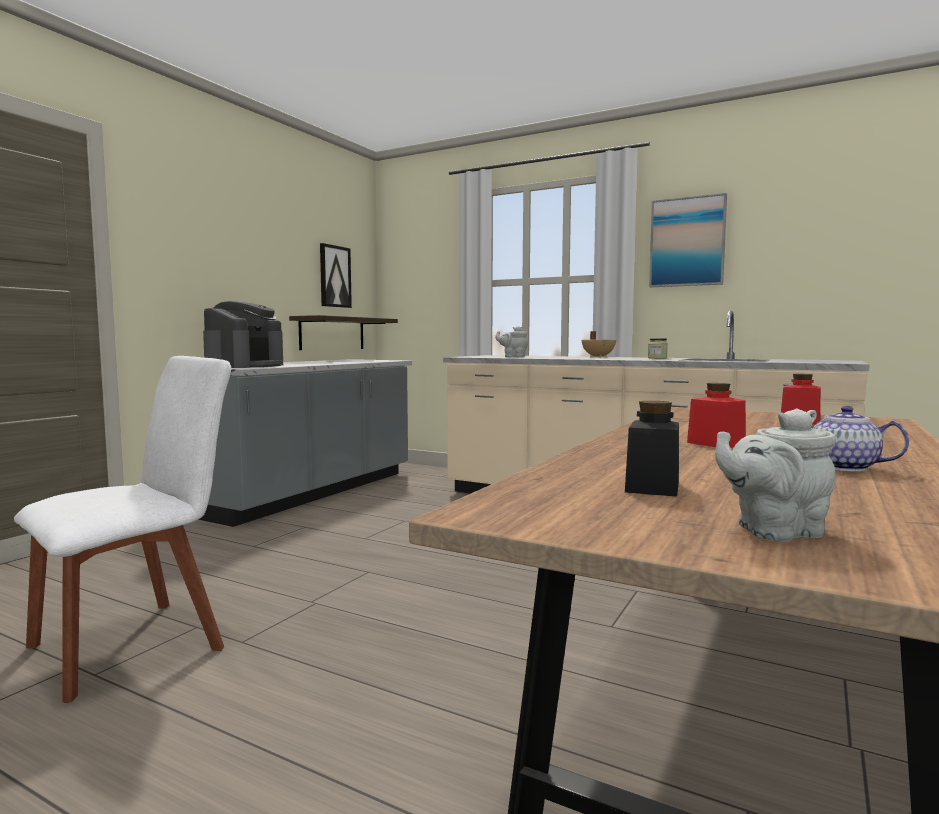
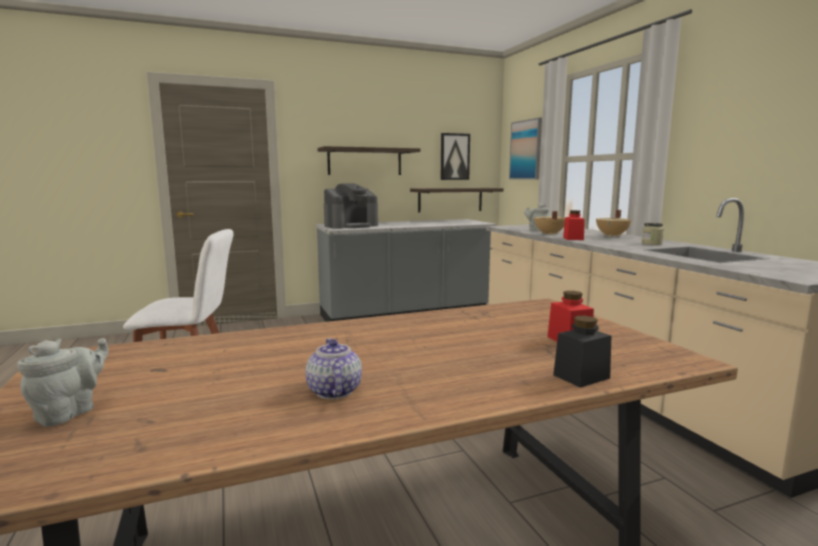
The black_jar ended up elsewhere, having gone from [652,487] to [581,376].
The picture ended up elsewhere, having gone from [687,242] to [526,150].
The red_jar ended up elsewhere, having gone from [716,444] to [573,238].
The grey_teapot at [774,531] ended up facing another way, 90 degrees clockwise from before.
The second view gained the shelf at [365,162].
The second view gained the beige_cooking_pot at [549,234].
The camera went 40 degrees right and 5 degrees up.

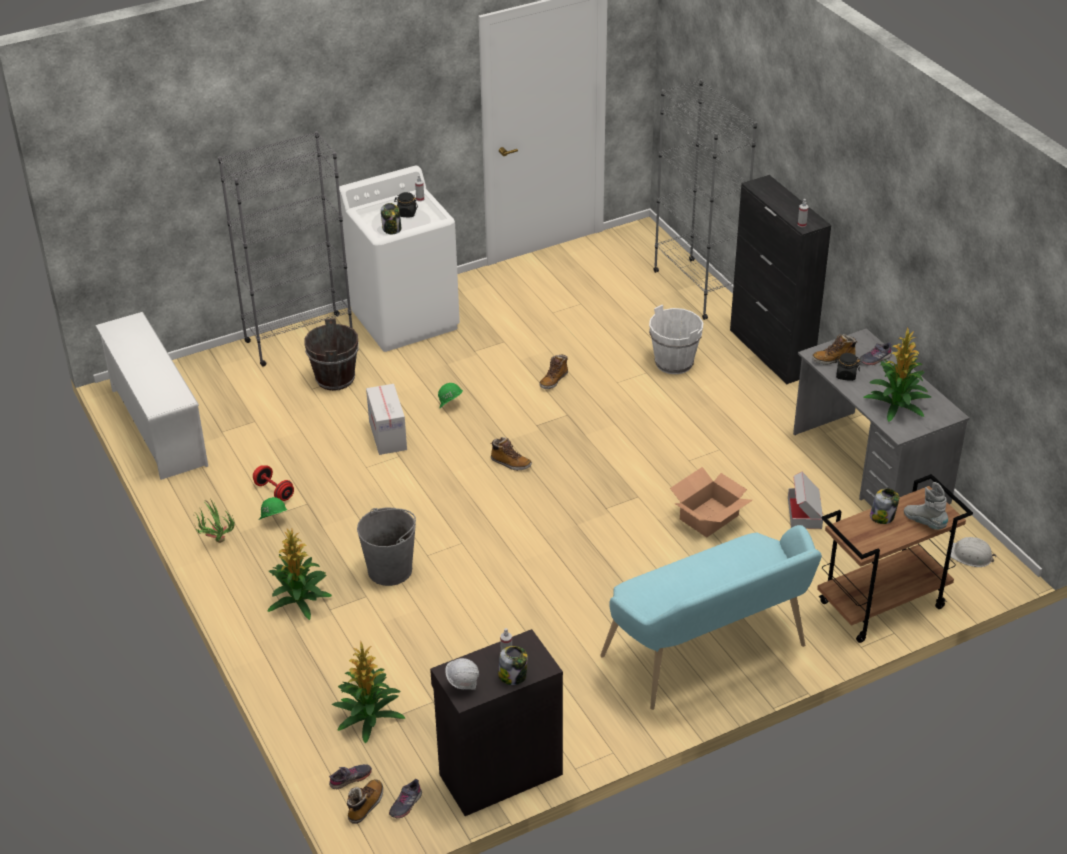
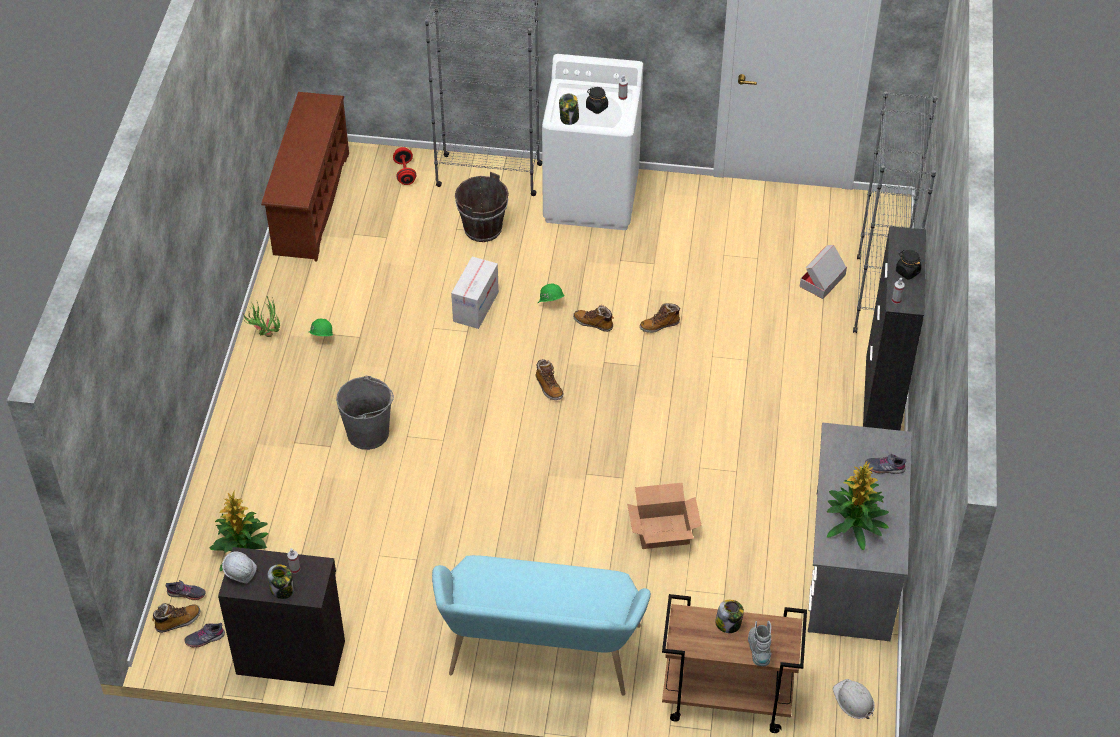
What was the white_shoe_rack at [156,426] turned into the brown_shoe_rack at [310,203].
The red_dumbbell ended up elsewhere, having gone from [274,491] to [405,173].
The second view lost the potted_plant at [300,600].
The second view lost the white_bucket at [674,363].
The cardboard_box ended up elsewhere, having gone from [804,513] to [822,280].
The boot ended up elsewhere, having gone from [833,359] to [593,323].
The black_jar ended up elsewhere, having gone from [845,375] to [907,271].
The camera went 35 degrees right and 10 degrees up.

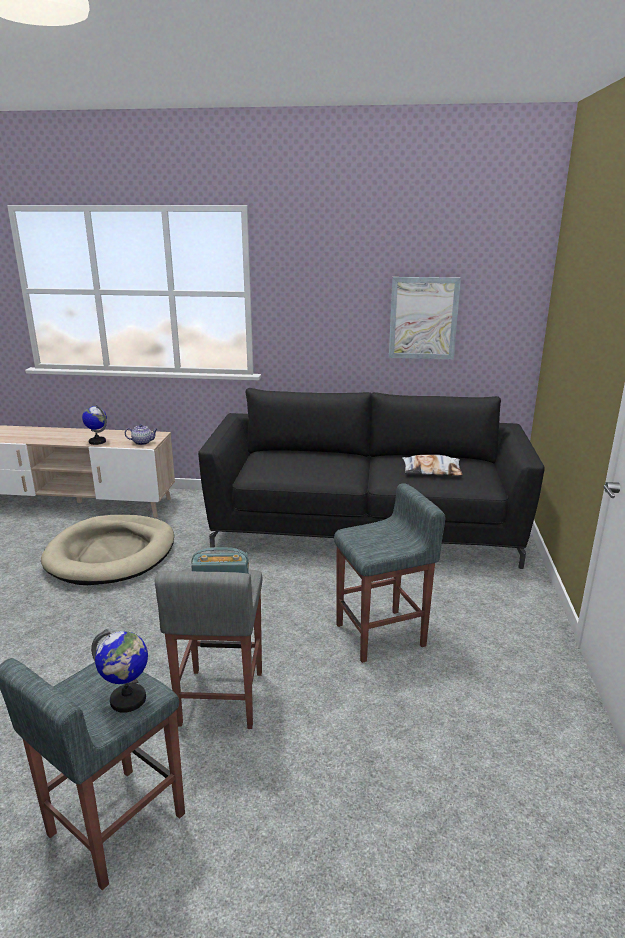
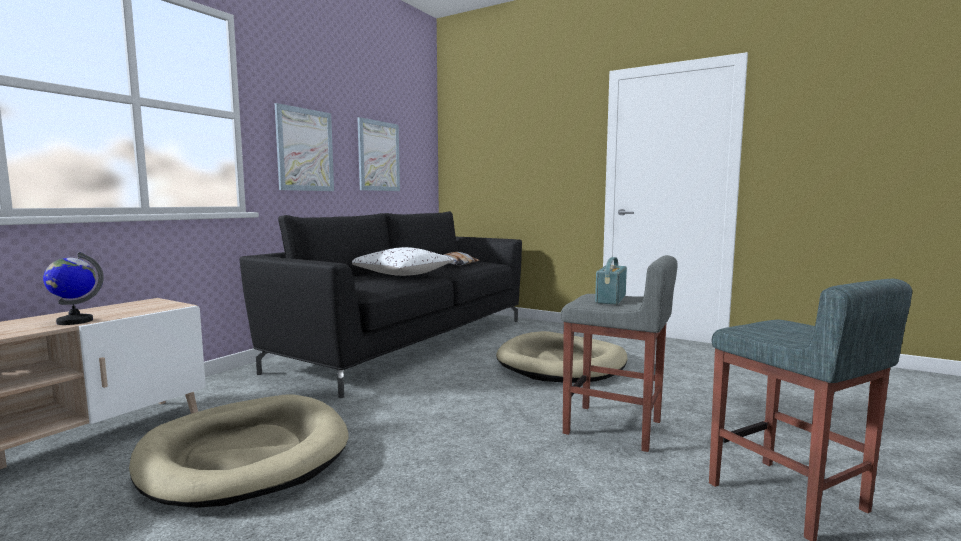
The second view lost the globe at [128,700].
The second view lost the teapot at [143,442].
Where the grey_stool stood at [382,635], the beige_dog_bed came to stand at [562,363].
The second view gained the picture at [305,150].
The second view gained the white_pillow at [402,274].
The camera went 65 degrees left and 15 degrees down.

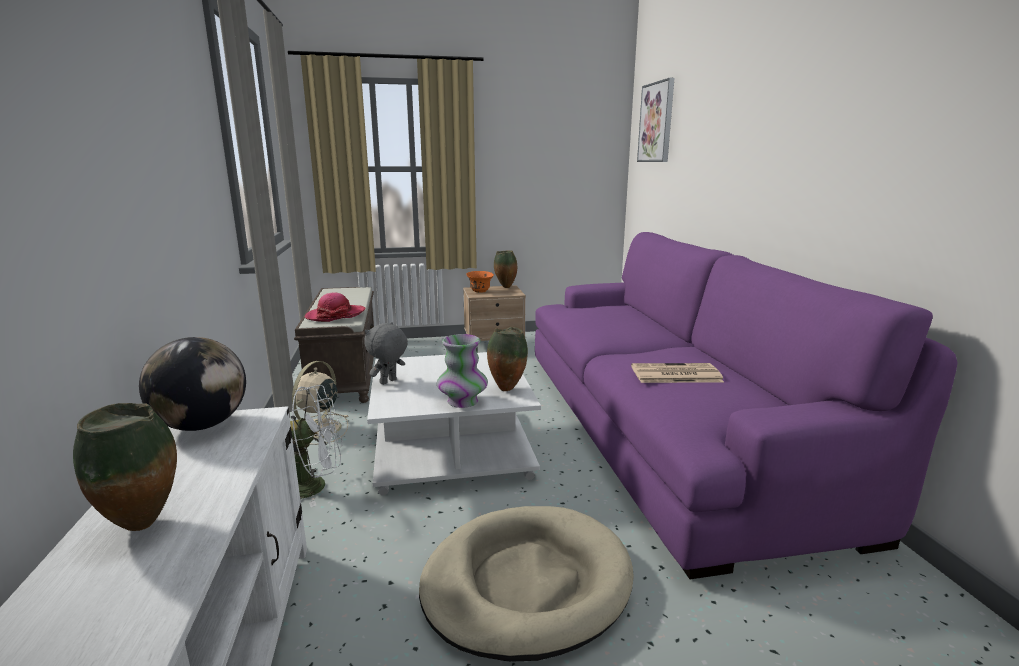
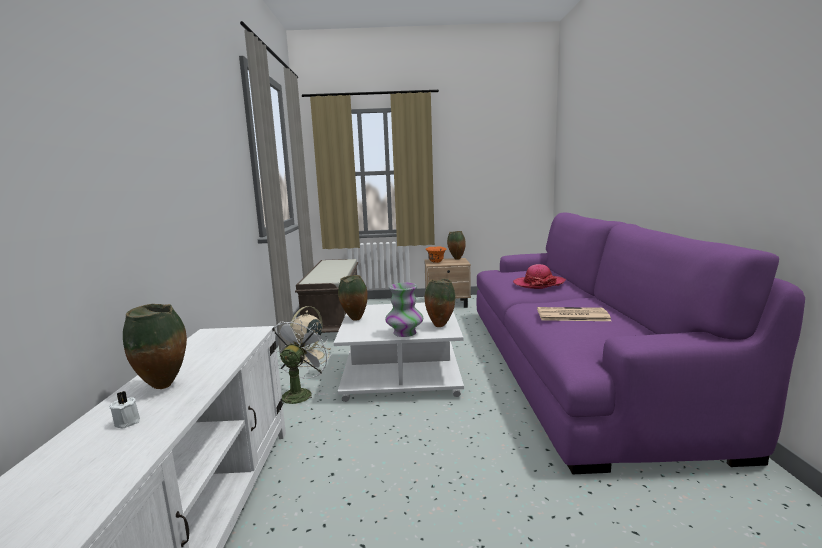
The second view lost the globe at [202,425].
The white_fan at [315,486] ended up facing another way, 75 degrees counterclockwise from before.
The hat ended up elsewhere, having gone from [335,315] to [539,284].
Where the grey_plush_toy stood at [388,382], the vase came to stand at [354,320].
The second view lost the beige_dog_bed at [526,583].
The second view lost the picture at [656,122].
The second view gained the white_candle at [128,421].
The camera went 10 degrees right and 5 degrees down.

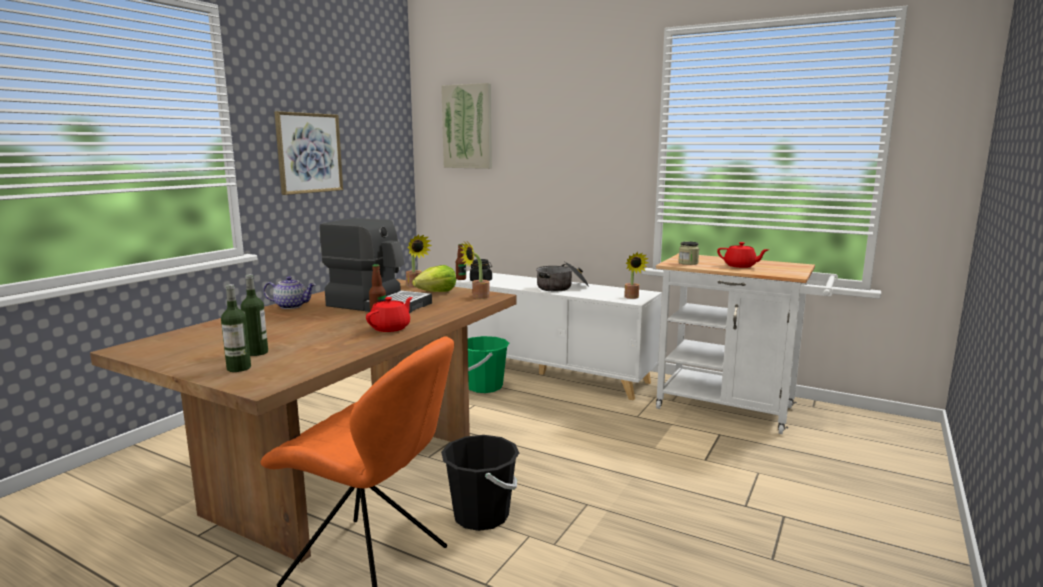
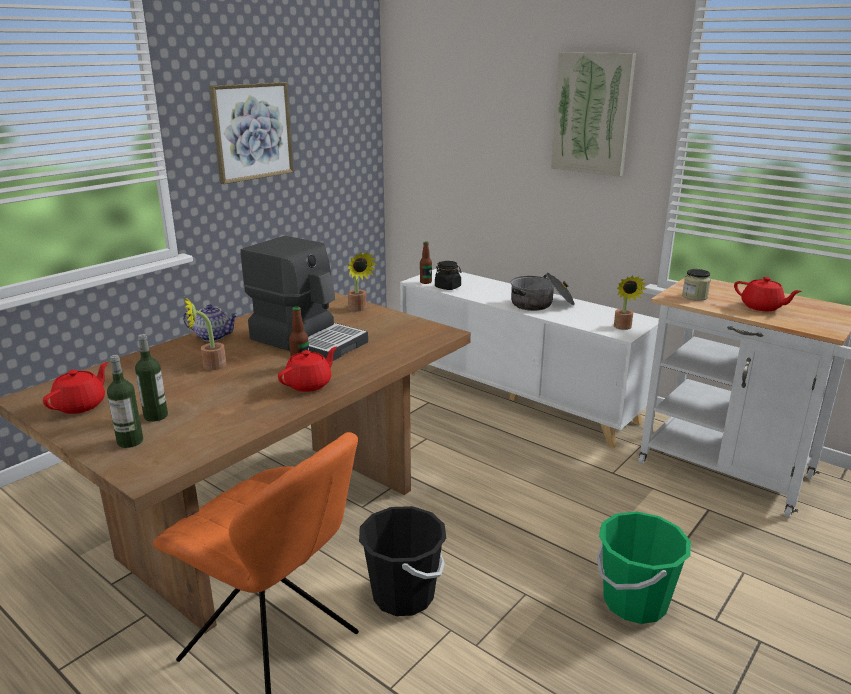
The second view lost the lettuce at [436,292].
The picture ended up elsewhere, having gone from [468,126] to [592,114].
The potted_plant ended up elsewhere, having gone from [477,297] to [209,366].
The green_bucket ended up elsewhere, having gone from [484,387] to [634,602].
The second view gained the red_teapot at [81,405].
The camera went 10 degrees right and 10 degrees up.

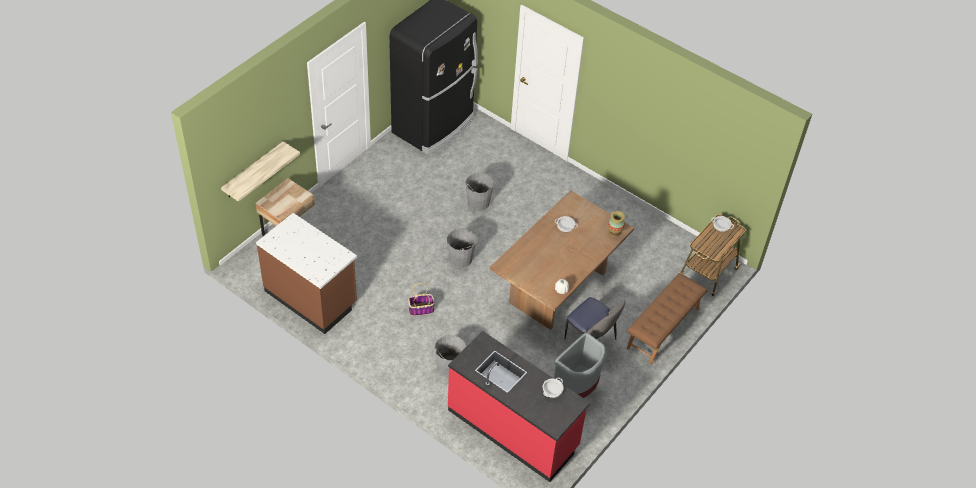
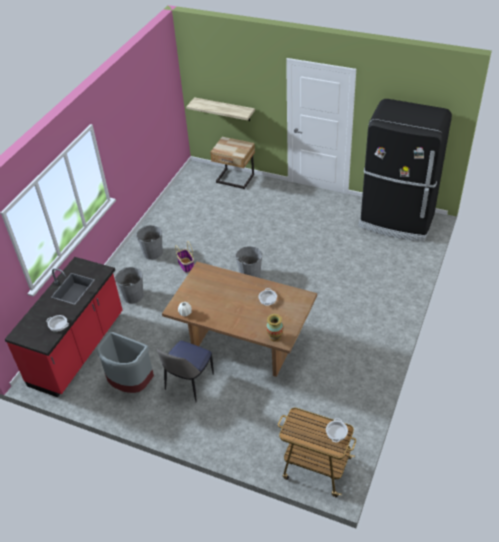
The second view lost the brown_counter at [311,297].
The grey_bucket ended up elsewhere, having gone from [478,202] to [152,253].
The second view lost the brown_bench at [663,329].
The camera went 80 degrees right and 5 degrees down.

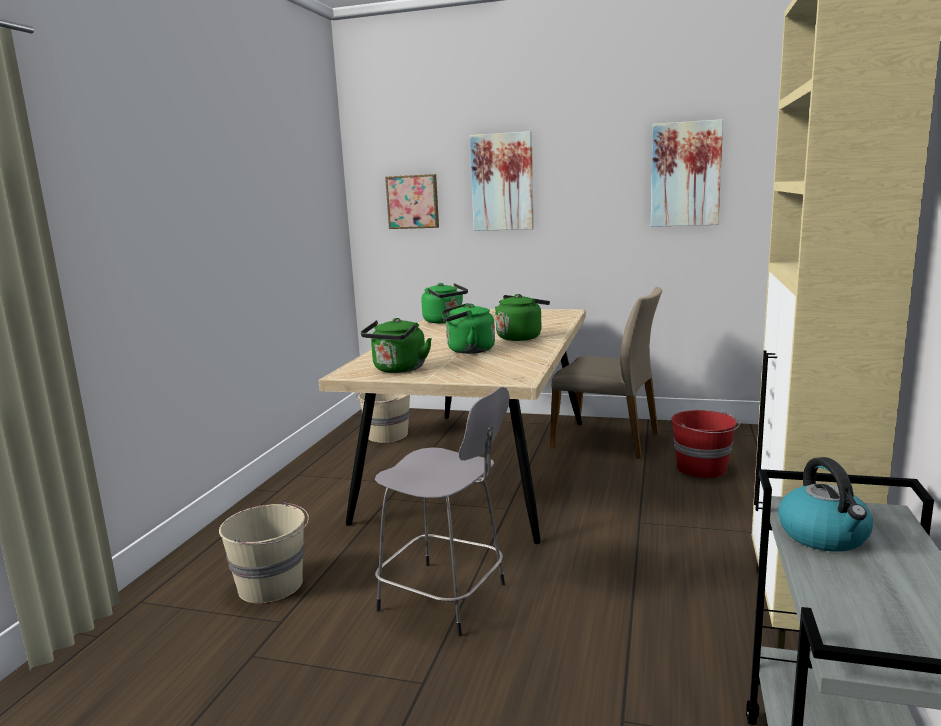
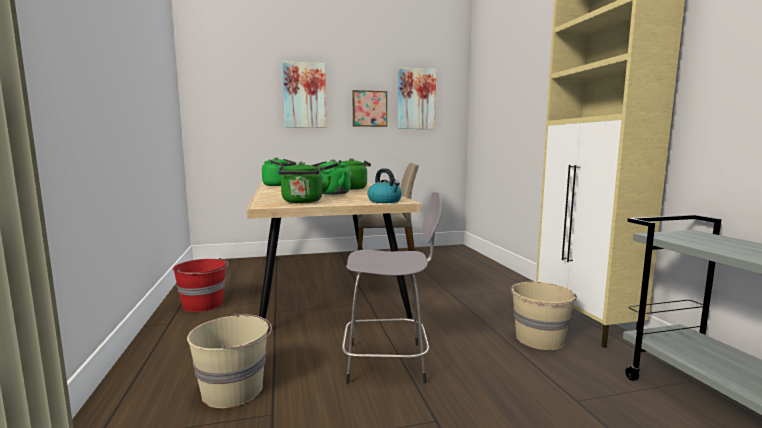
The beige_bucket ended up elsewhere, having gone from [386,436] to [539,339].
The picture ended up elsewhere, having gone from [413,201] to [369,109].
The red_bucket ended up elsewhere, having gone from [702,469] to [203,305].
The kettle ended up elsewhere, having gone from [824,536] to [385,201].
The camera went 30 degrees left and 5 degrees down.

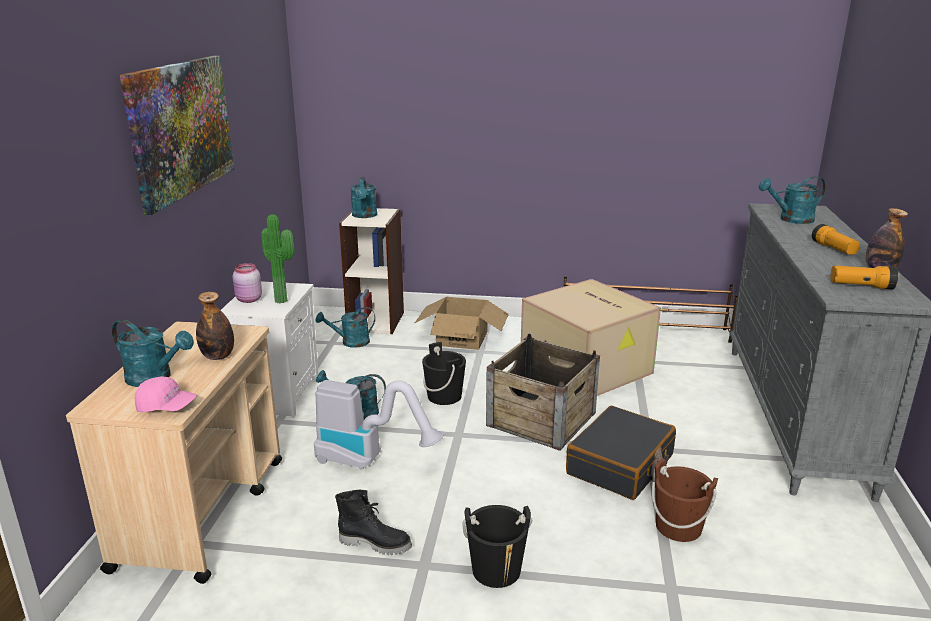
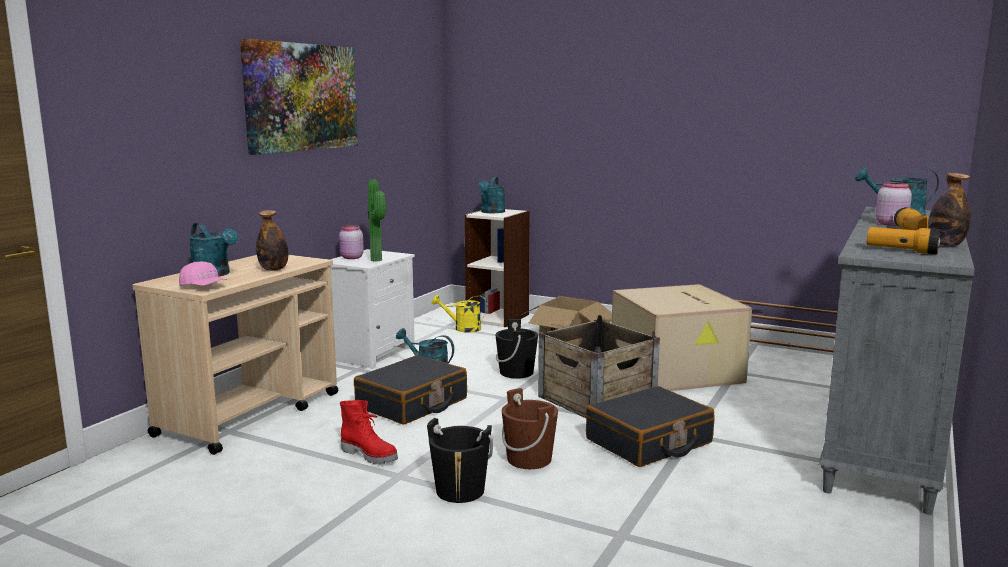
Where the vacuum_cleaner stood at [370,460], the black_suitcase came to stand at [412,403].
What was the turquoise_watering_can at [350,342] turned into the yellow_watering_can at [462,328].
What was the black_boot at [375,543] turned into the red_boot at [370,455].
The brown_bucket ended up elsewhere, having gone from [678,527] to [529,459].
The second view gained the pink_jar at [890,224].
The camera went 20 degrees right and 10 degrees down.

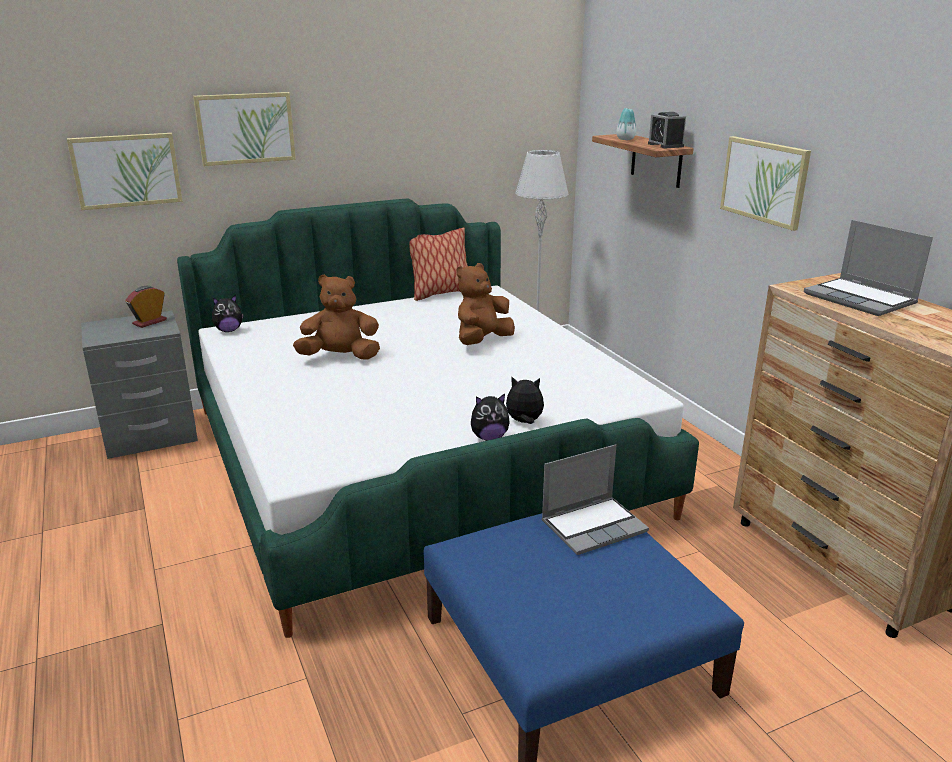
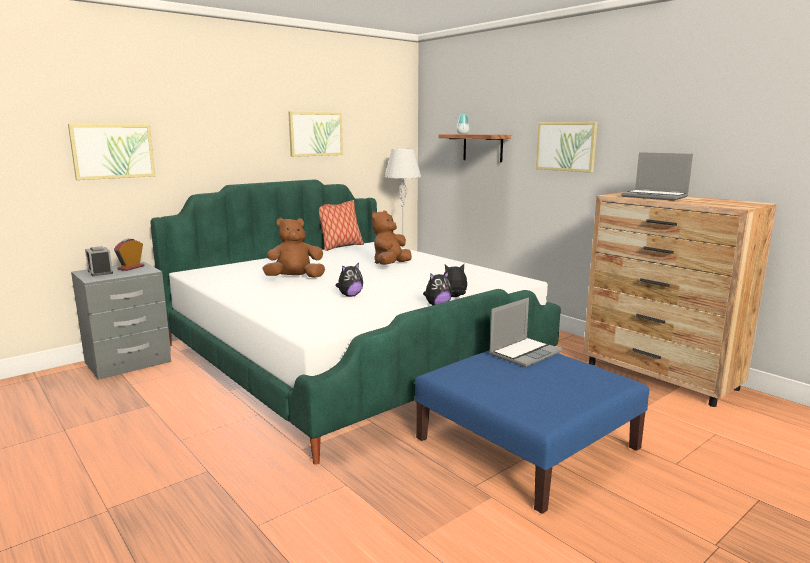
The picture ended up elsewhere, having gone from [245,128] to [315,134].
The plush_toy ended up elsewhere, having gone from [228,330] to [350,296].
The alarm_clock ended up elsewhere, having gone from [665,145] to [100,272].
The camera went 15 degrees left and 10 degrees down.

